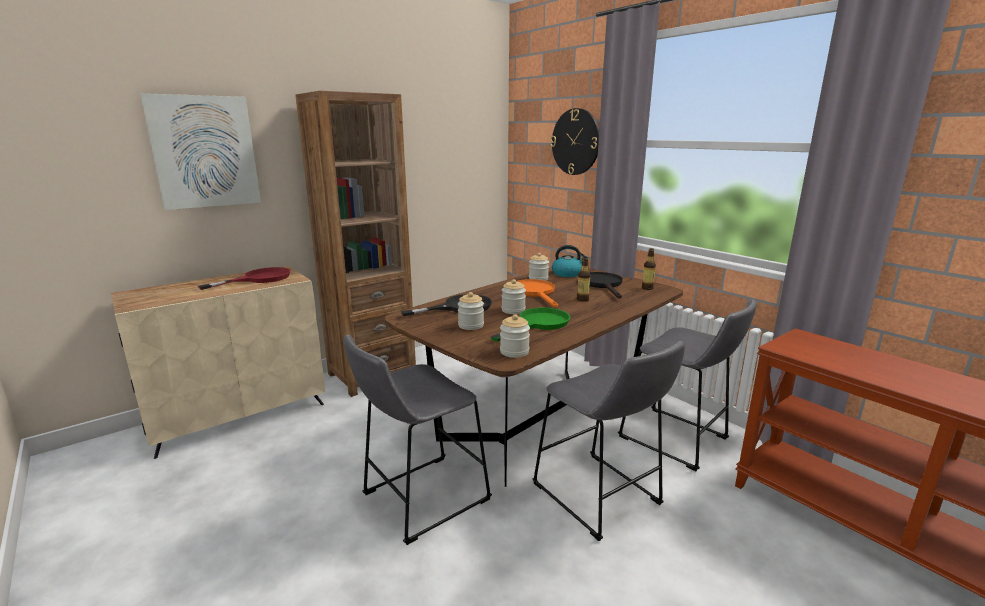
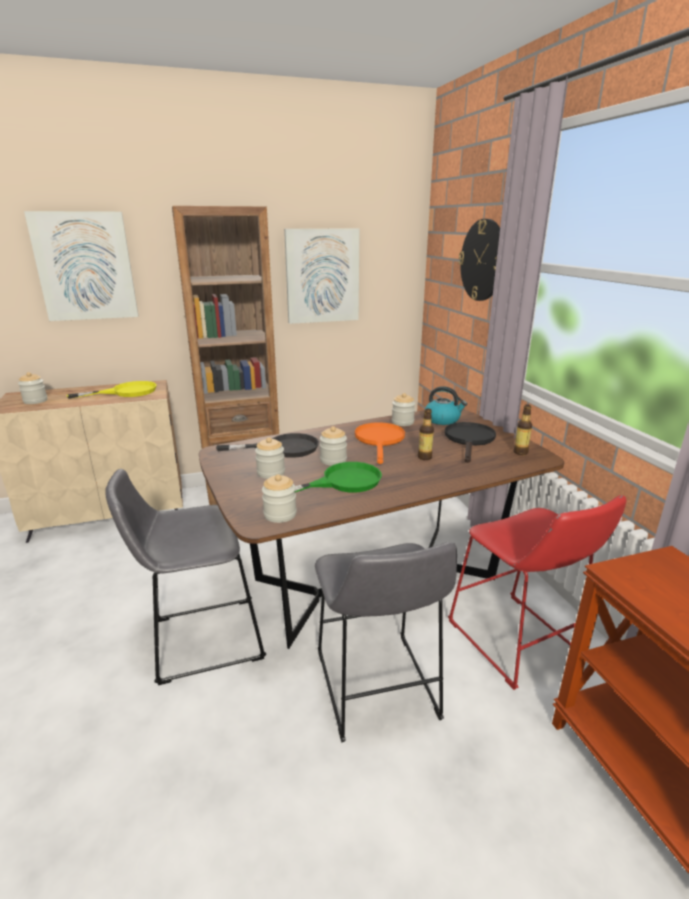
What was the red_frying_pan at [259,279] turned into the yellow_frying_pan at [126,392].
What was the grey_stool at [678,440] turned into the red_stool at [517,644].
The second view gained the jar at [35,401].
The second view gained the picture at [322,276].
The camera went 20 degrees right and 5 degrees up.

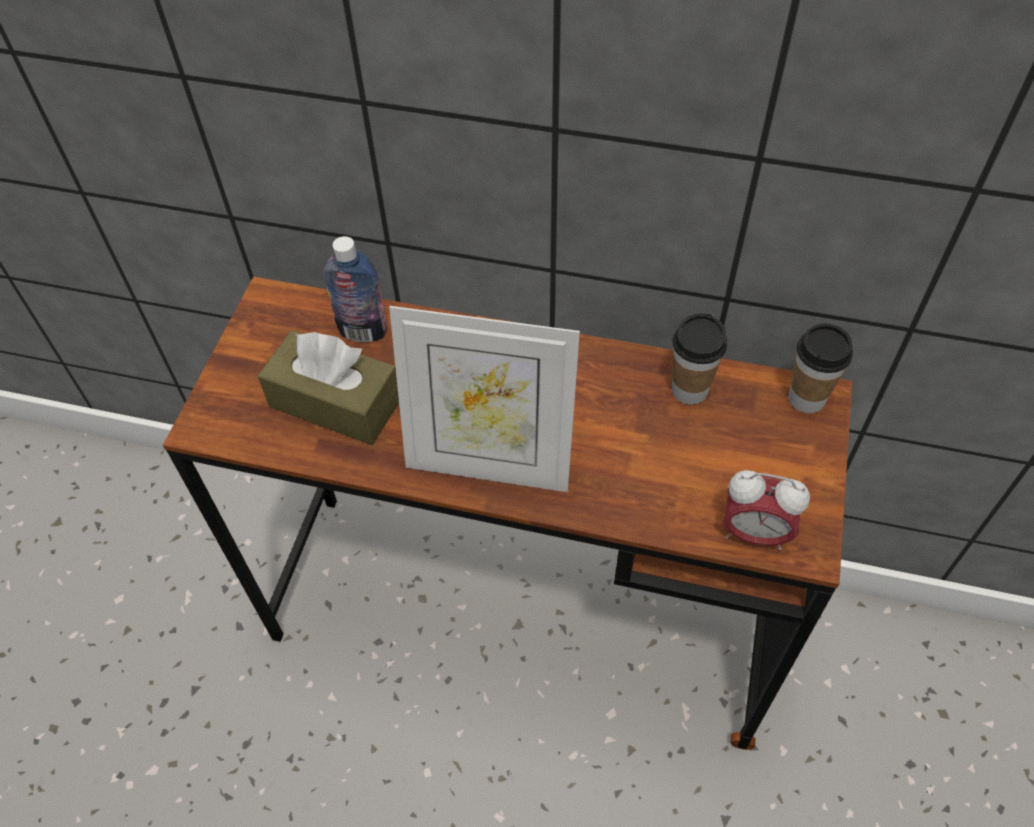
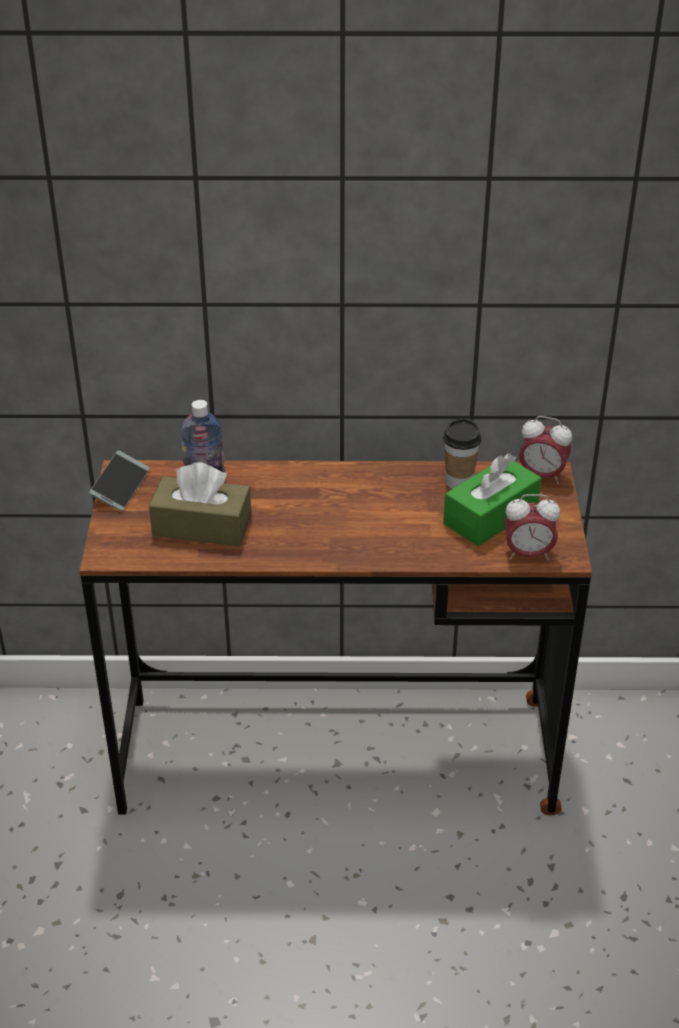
The second view lost the picture_frame at [489,465].
Where the cup stood at [806,398], the alarm_clock came to stand at [541,475].
The second view gained the phone at [120,487].
The second view gained the green_tissue_box at [490,515].
The camera went 15 degrees left and 15 degrees down.

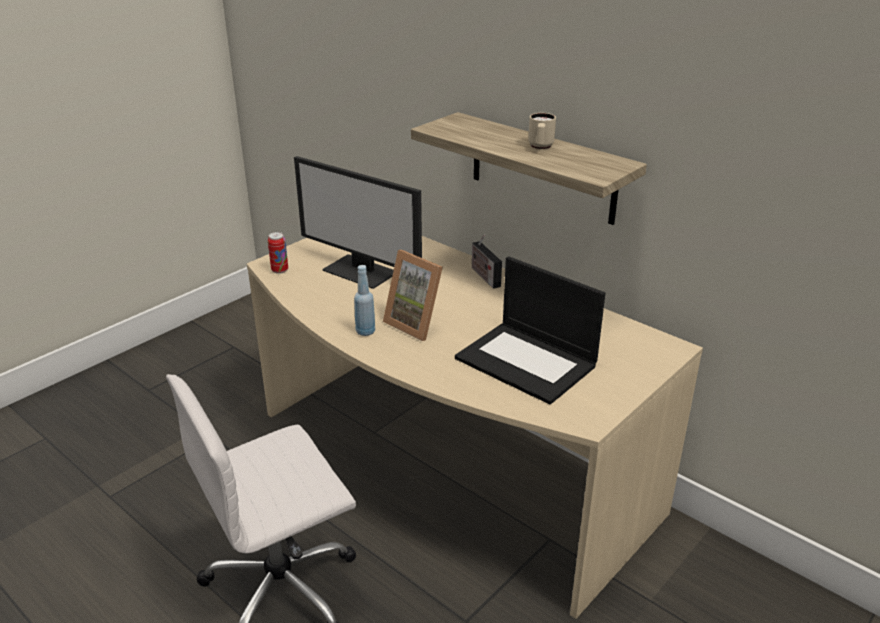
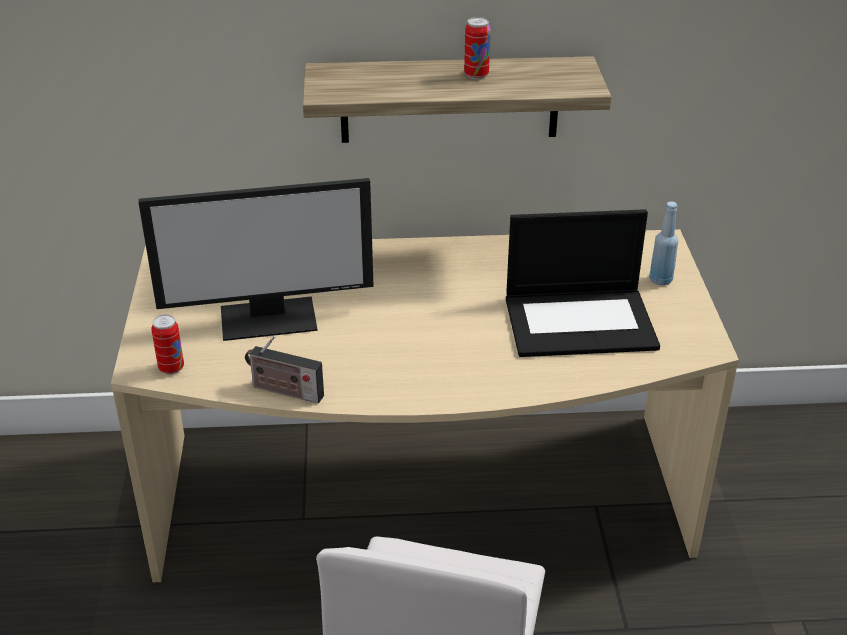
The blue_bottle ended up elsewhere, having gone from [365,331] to [660,280].
The second view lost the picture_frame at [417,323].
The radio ended up elsewhere, having gone from [484,276] to [284,391].
Where the beige_mug stood at [540,147], the can came to stand at [476,75].
The camera went 45 degrees left and 5 degrees up.

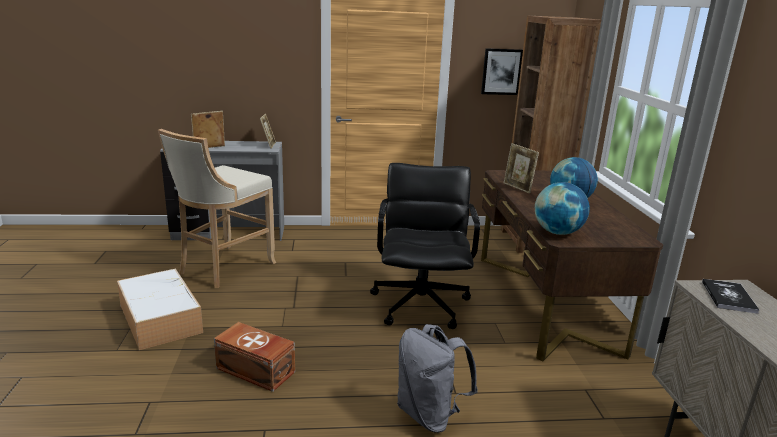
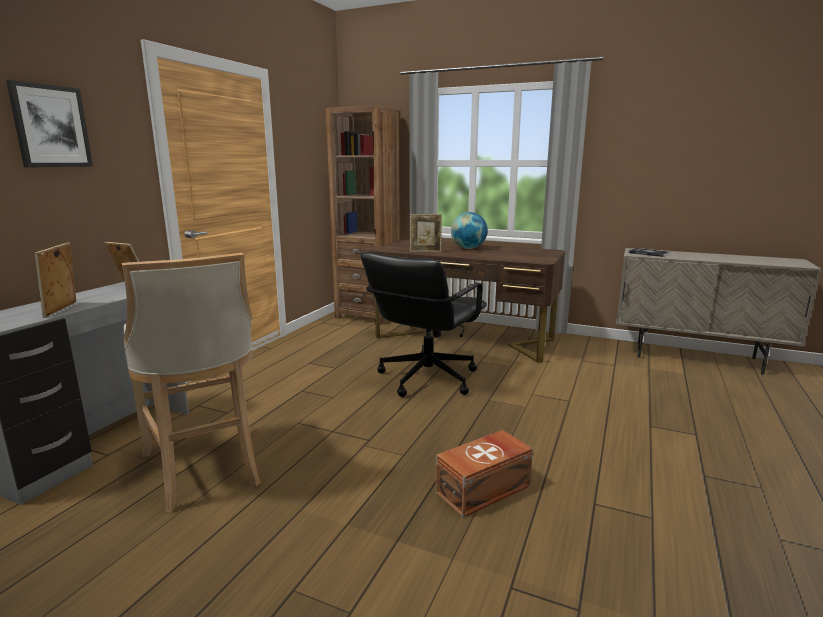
The second view lost the storage_box at [159,318].
The black_office_chair at [421,304] ended up facing another way, 90 degrees counterclockwise from before.
The second view lost the grey_backpack at [430,415].
The picture ended up elsewhere, having gone from [501,71] to [51,126].
The second view lost the globe at [557,232].
The camera went 60 degrees left and 5 degrees down.

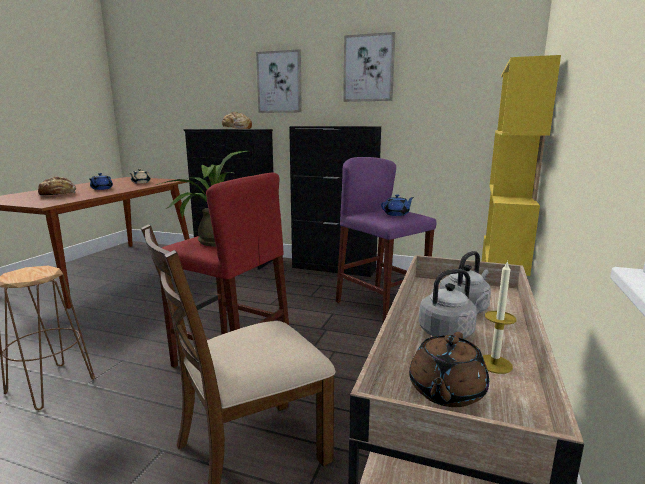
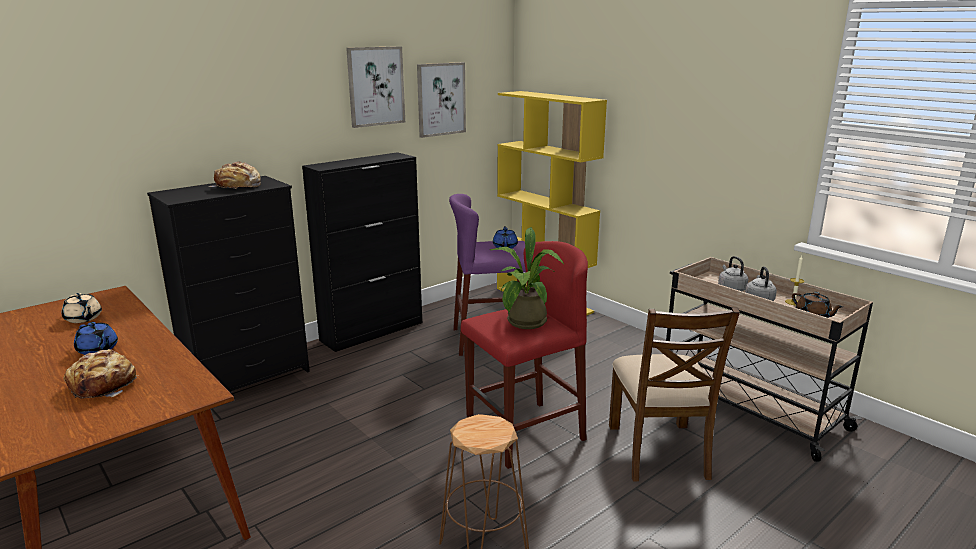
The picture ended up elsewhere, having gone from [279,82] to [441,99].
The camera went 60 degrees left and 5 degrees up.

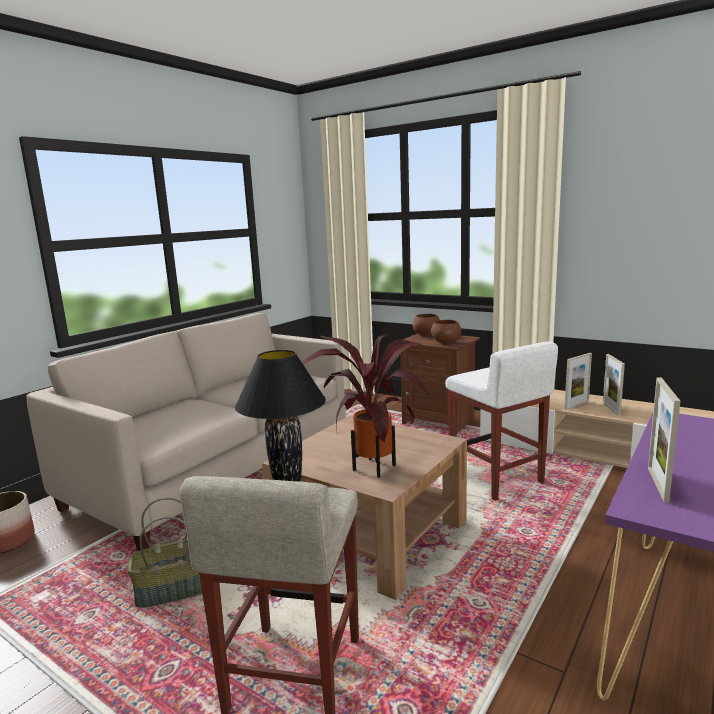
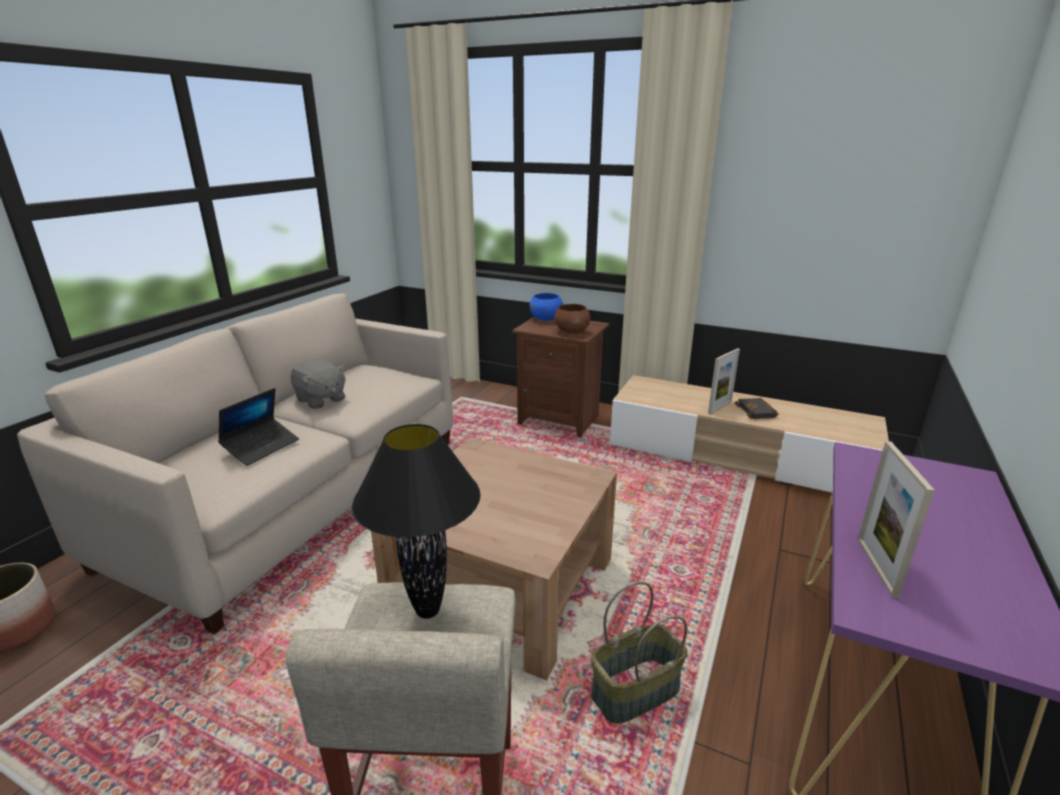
The basket ended up elsewhere, having gone from [171,591] to [635,693].
The second view lost the potted_plant at [372,465].
What was the brown_bowl at [426,335] turned into the blue_bowl at [546,319].
The second view lost the white_stool at [496,479].
Where the picture_frame stood at [611,409], the black_book came to stand at [757,412].
The second view gained the laptop at [261,447].
The second view gained the grey_plush_toy at [320,400].
The camera went 10 degrees left and 10 degrees up.

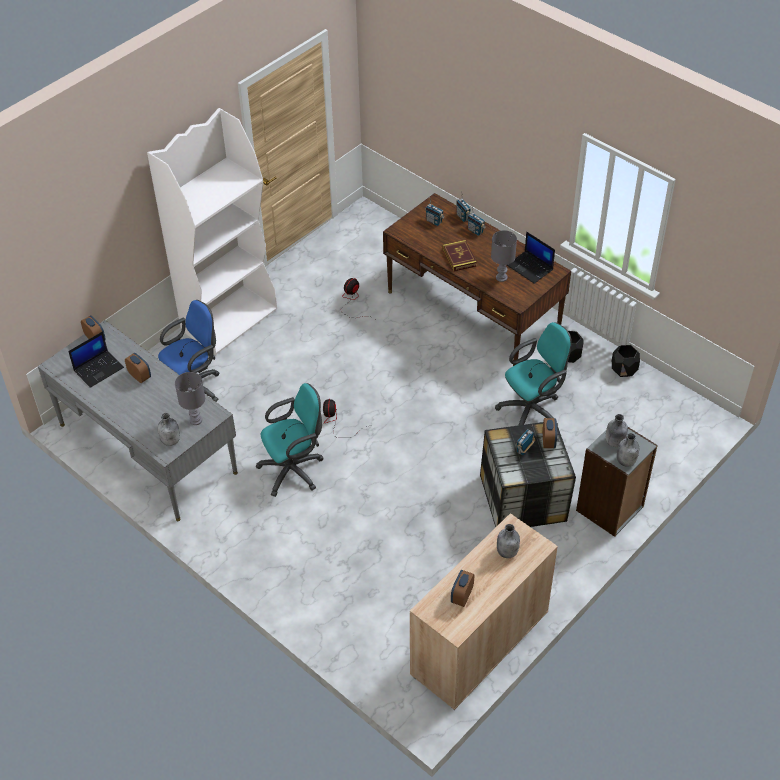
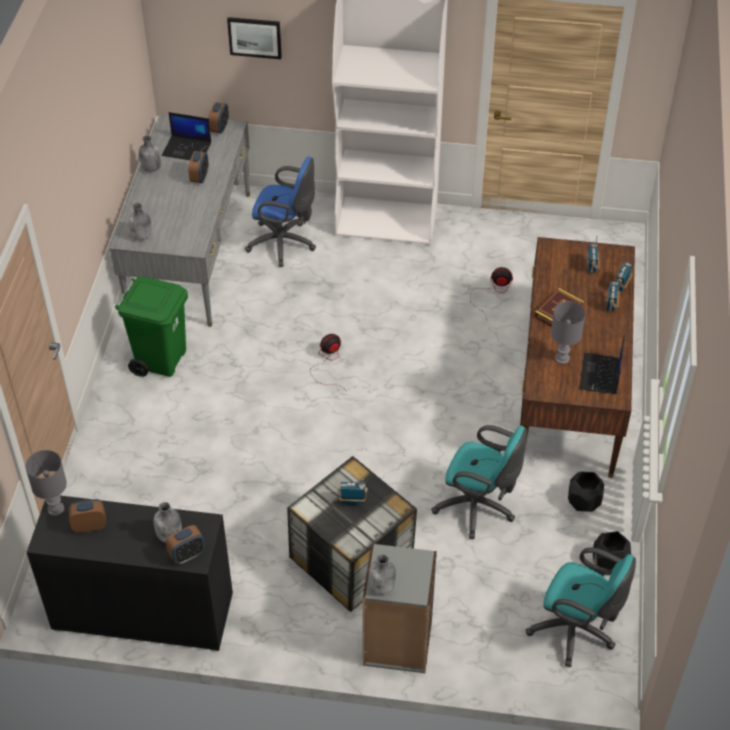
The grey_table_lamp ended up elsewhere, having gone from [195,420] to [55,508].
The turquoise_office_chair ended up elsewhere, having gone from [294,470] to [576,631].
What was the beige_cabinet at [479,643] turned into the black_cabinet at [143,611].
The alarm_clock ended up elsewhere, having gone from [548,441] to [187,555].
The grey_bottle ended up elsewhere, having gone from [614,442] to [151,168].
The second view gained the green_trash_can at [161,360].
The second view gained the picture at [255,37].
The camera went 55 degrees right and 0 degrees up.

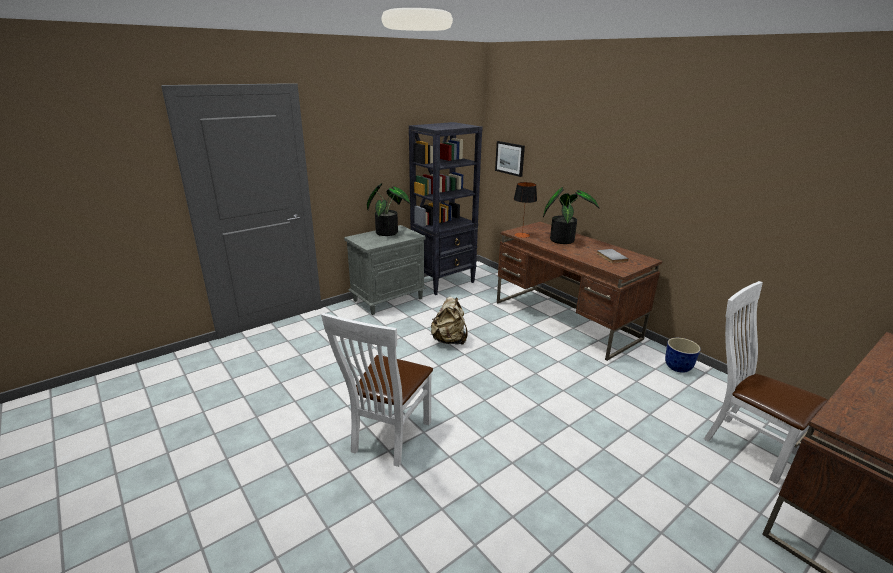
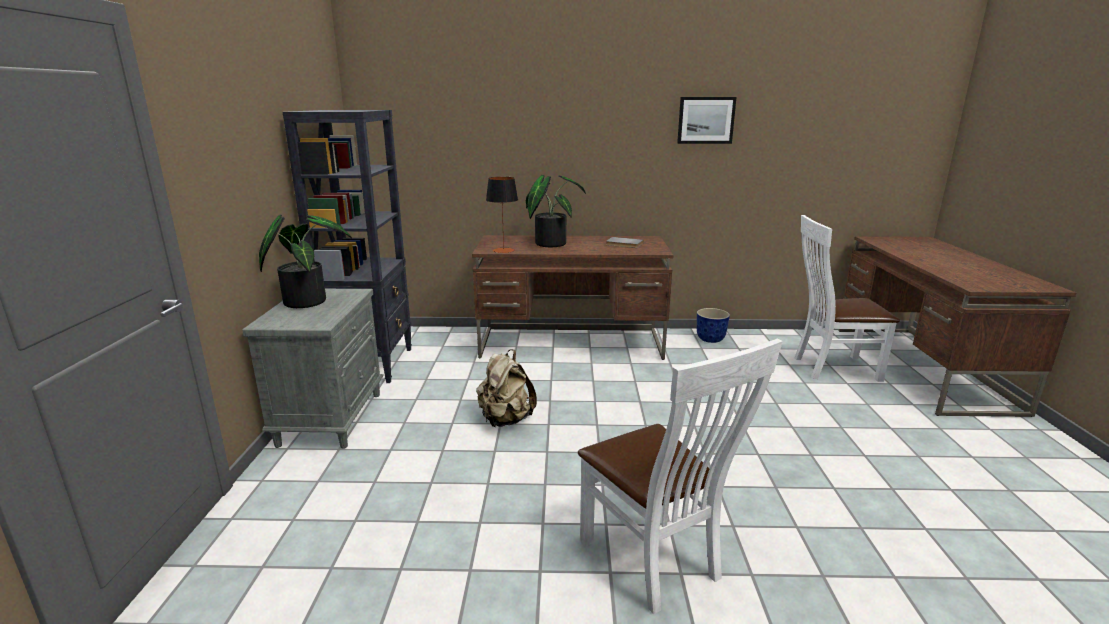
The picture ended up elsewhere, having gone from [510,158] to [706,120].
The camera went 50 degrees left and 5 degrees down.

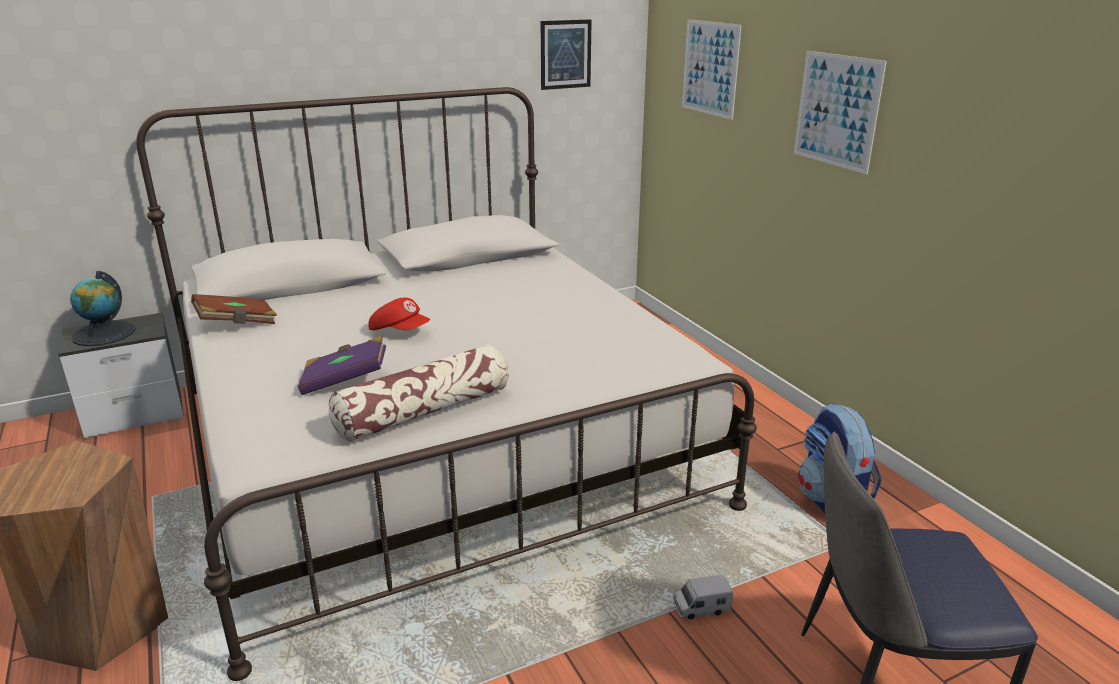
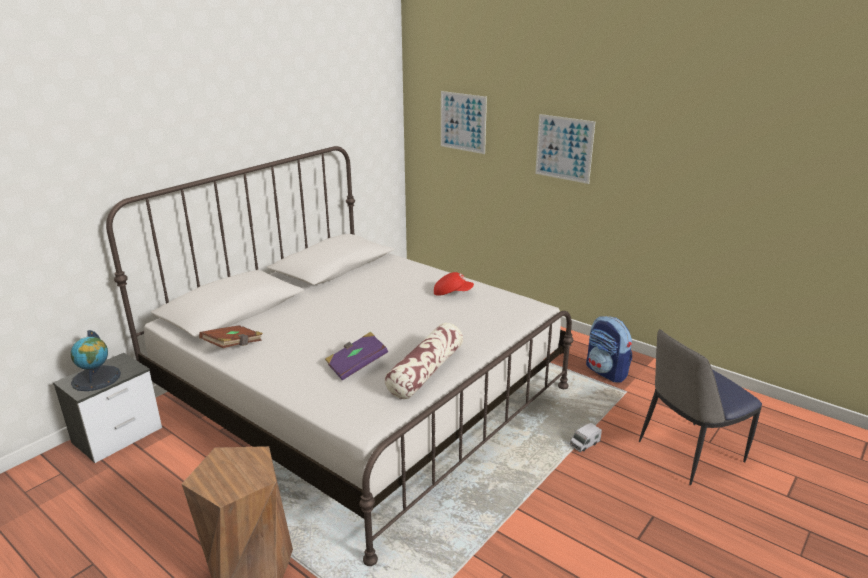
The red_cap ended up elsewhere, having gone from [400,331] to [452,293].
The second view lost the picture at [565,54].
The camera went 25 degrees left and 0 degrees up.

